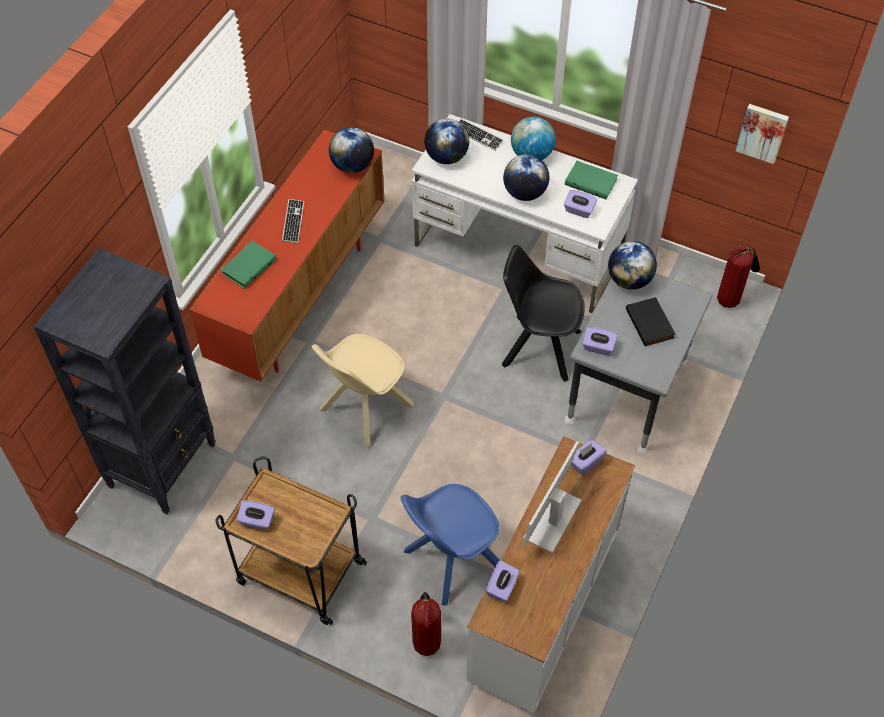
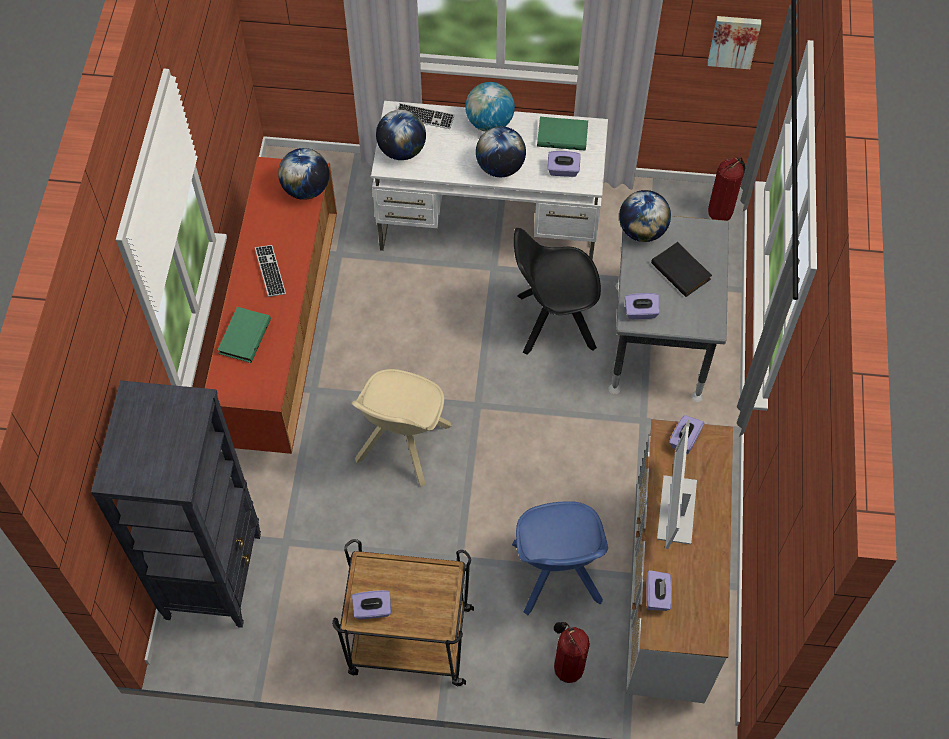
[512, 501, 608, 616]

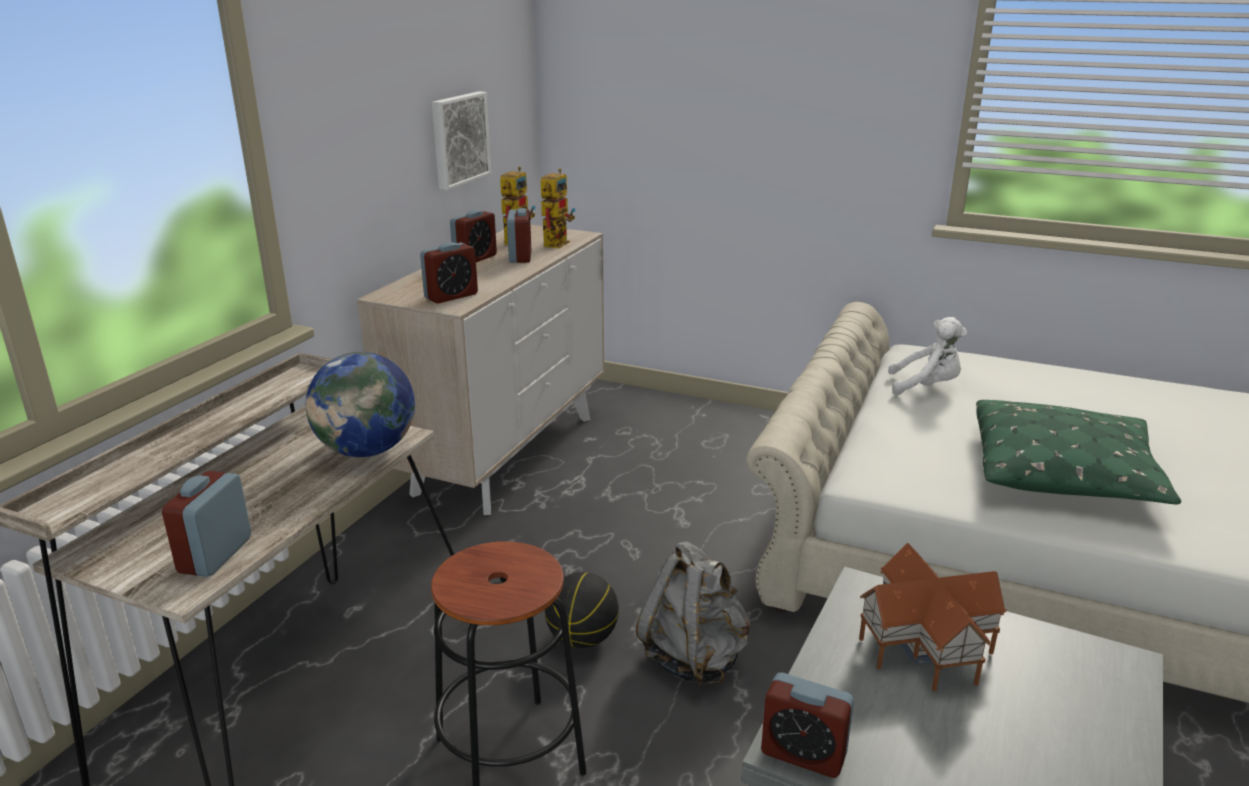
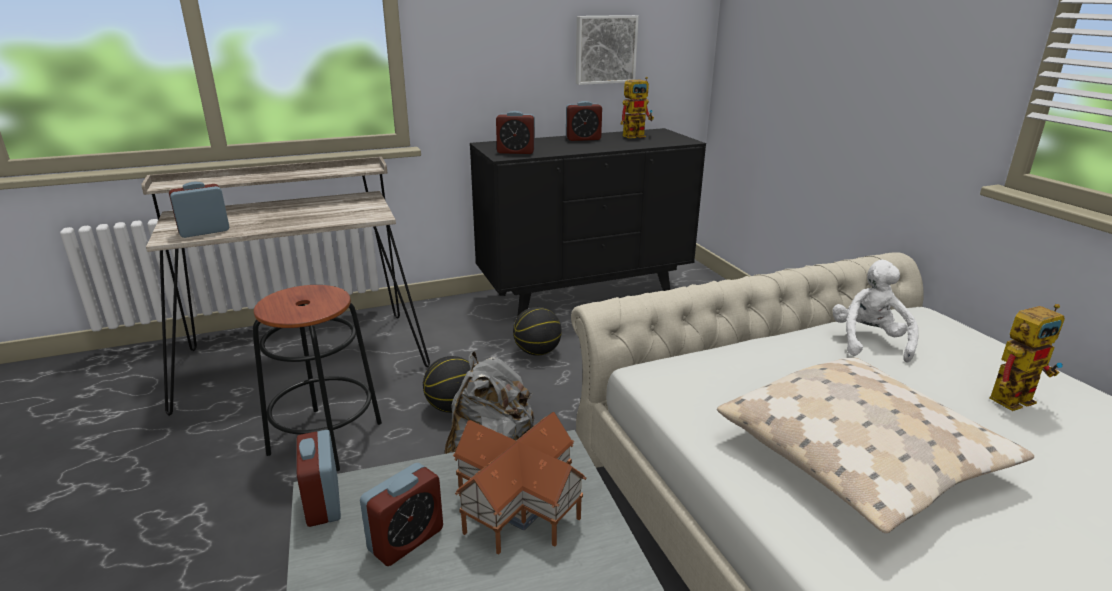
[306, 352, 415, 457] (first image)
[470, 128, 706, 317]
[360, 463, 443, 566]
[990, 304, 1065, 411]
[832, 260, 919, 363]
[717, 358, 1034, 533]
[513, 307, 562, 356]

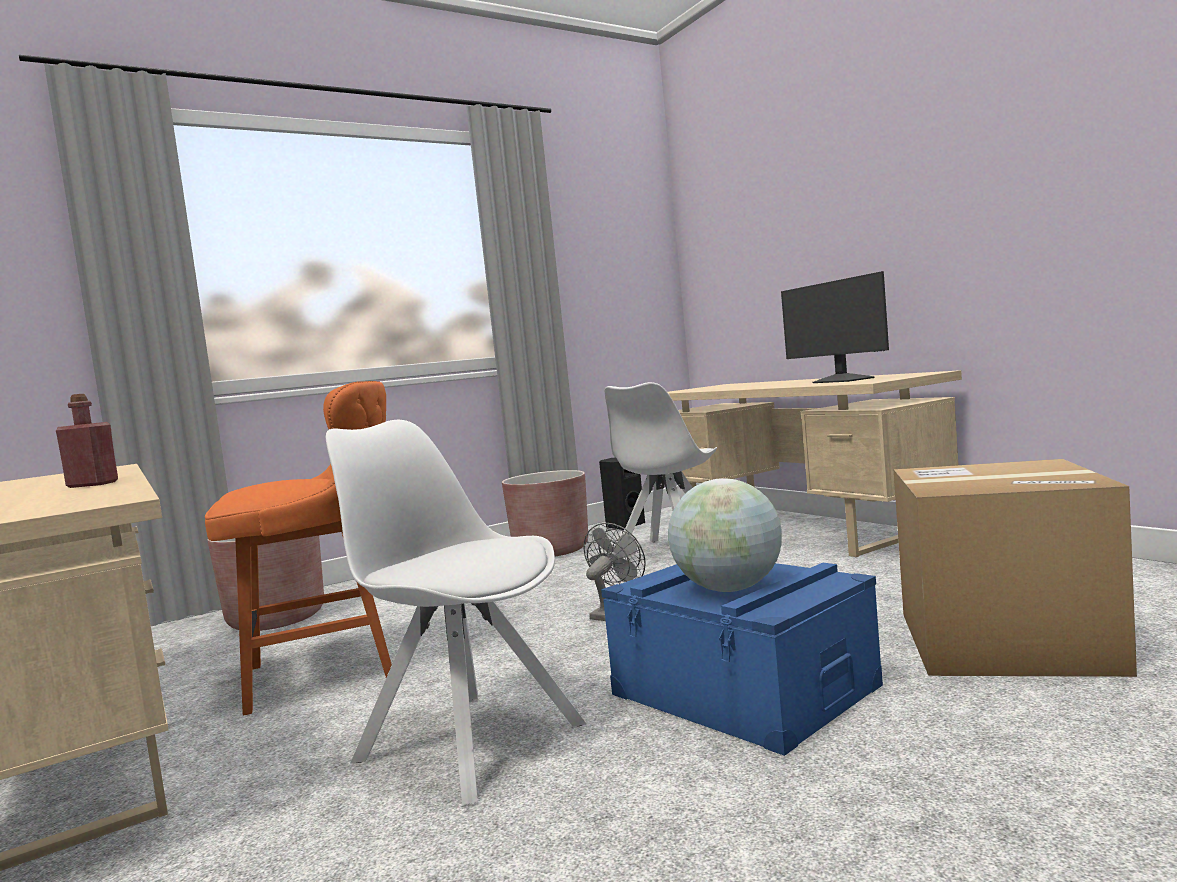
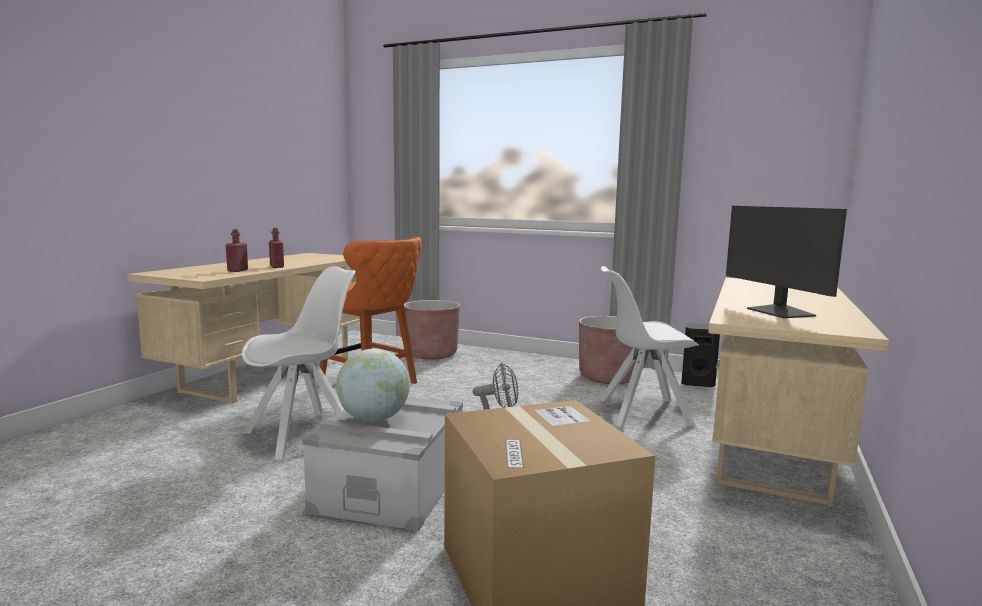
[242, 266, 356, 460]
[303, 397, 463, 531]
[726, 206, 847, 318]
[226, 229, 248, 272]

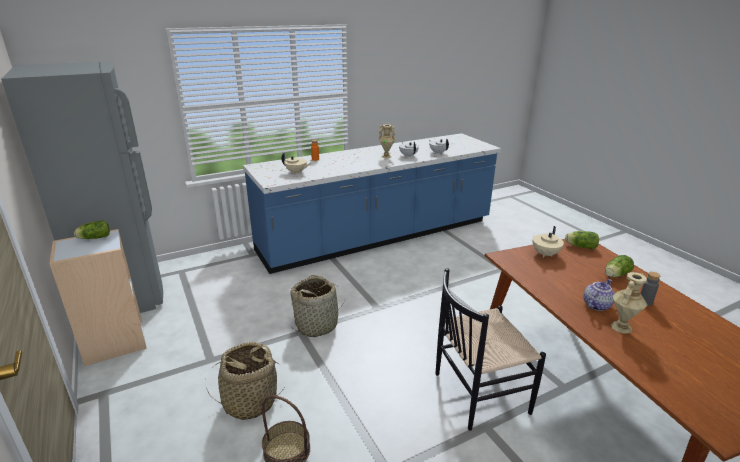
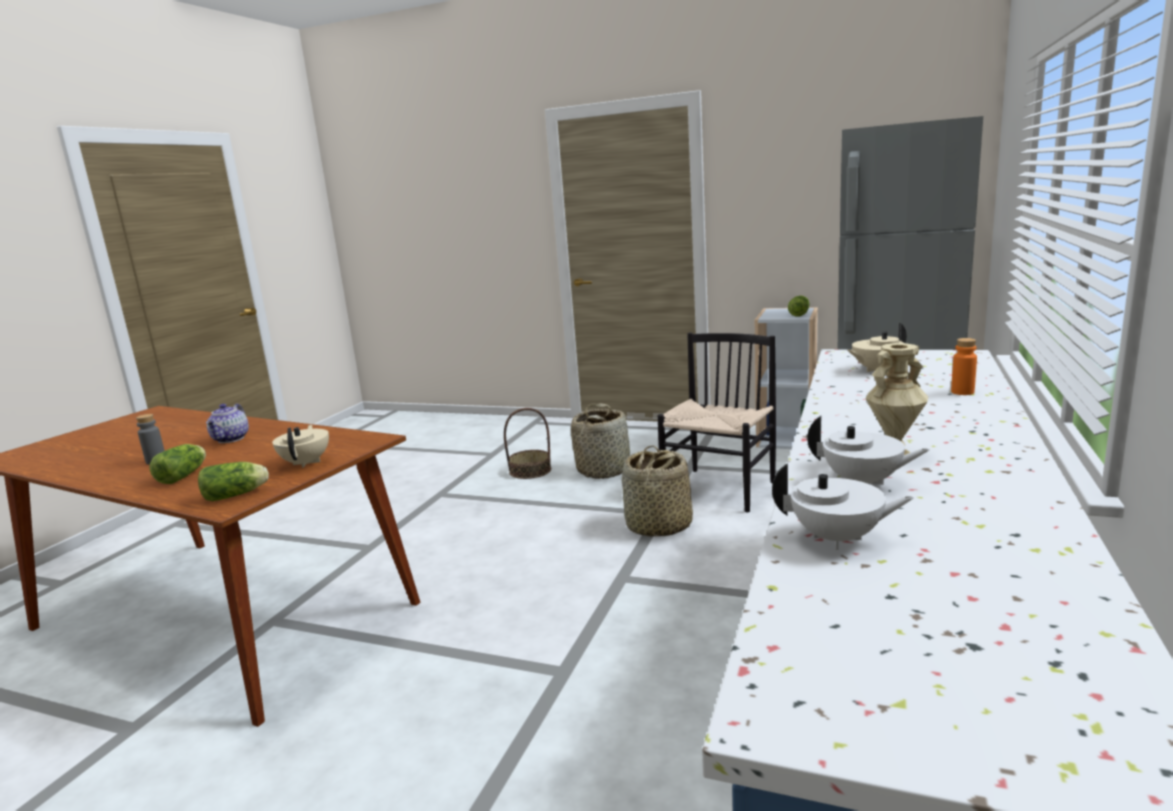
[658, 332, 776, 513]
[611, 272, 648, 334] (first image)

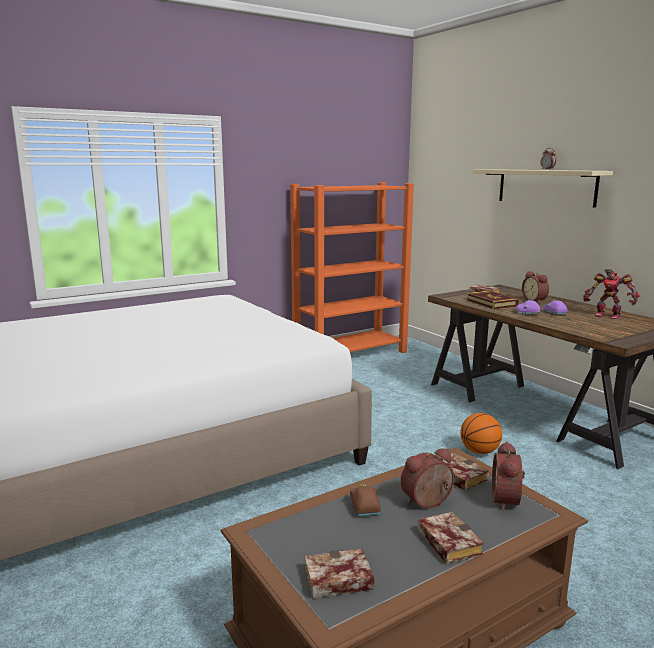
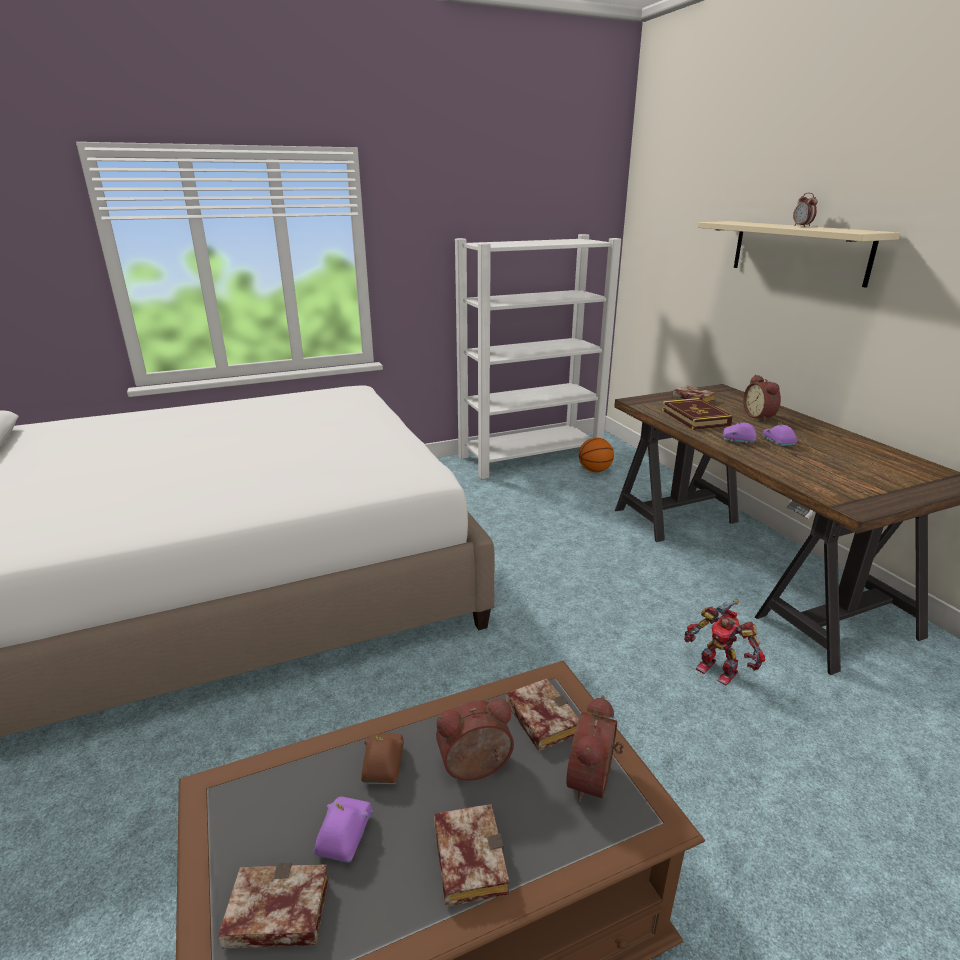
[455, 234, 621, 479]
[579, 438, 614, 472]
[684, 600, 765, 685]
[314, 797, 372, 863]

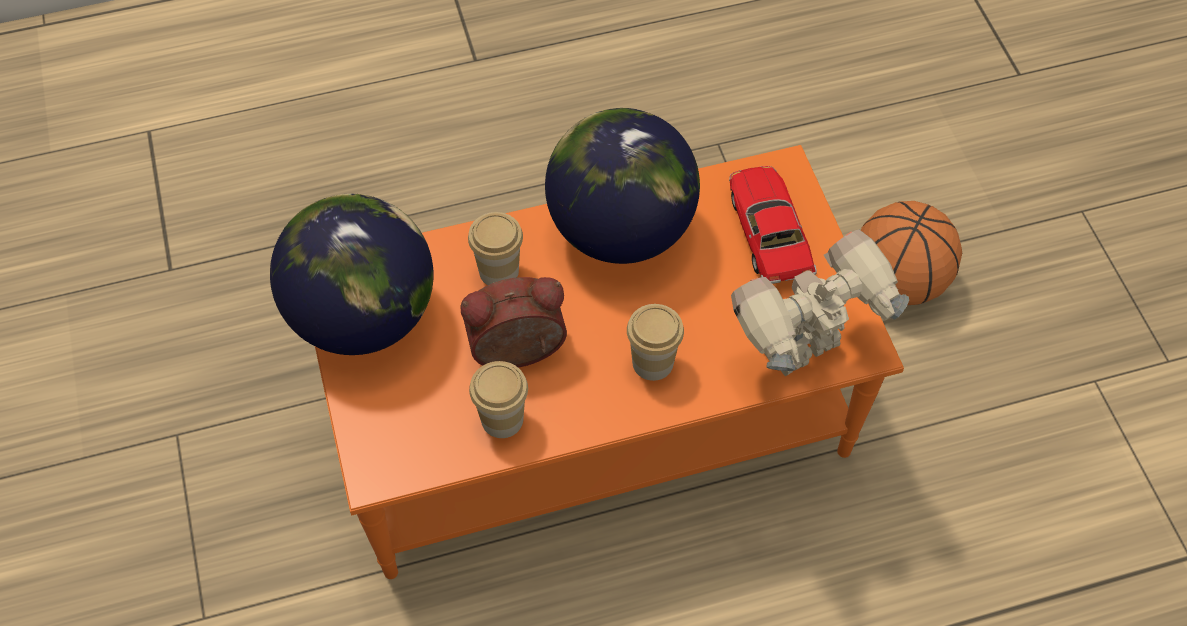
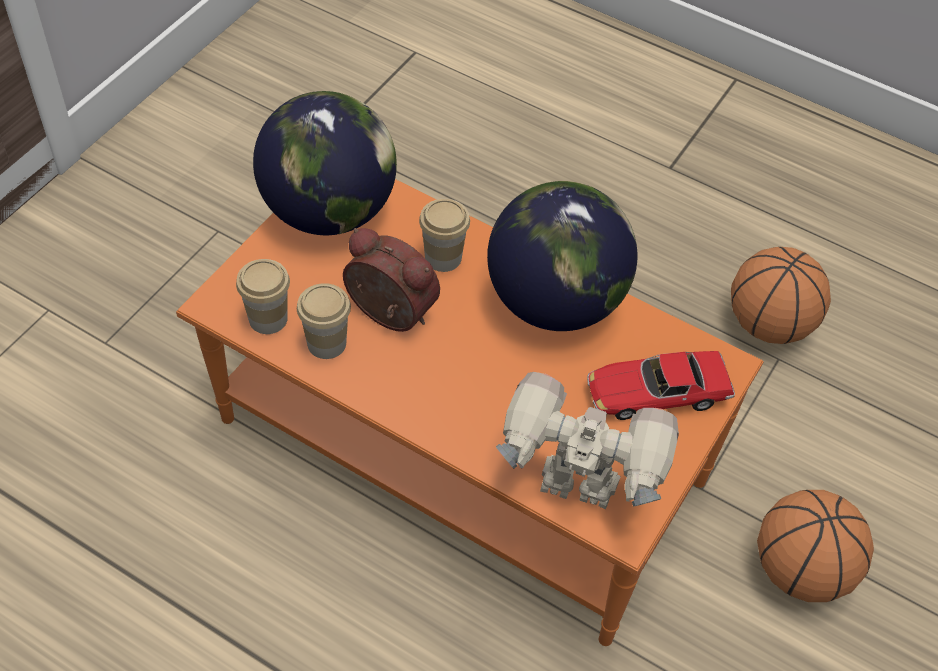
[236, 259, 290, 334]
[587, 351, 735, 420]
[731, 247, 831, 344]

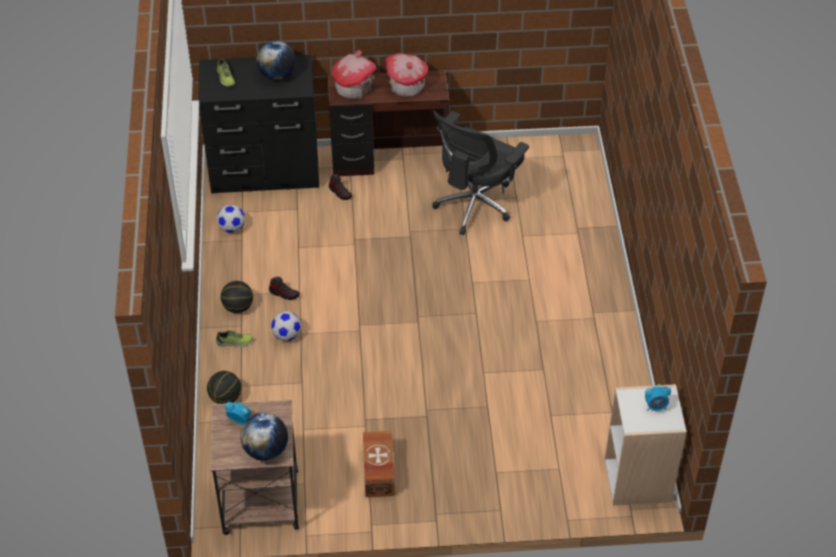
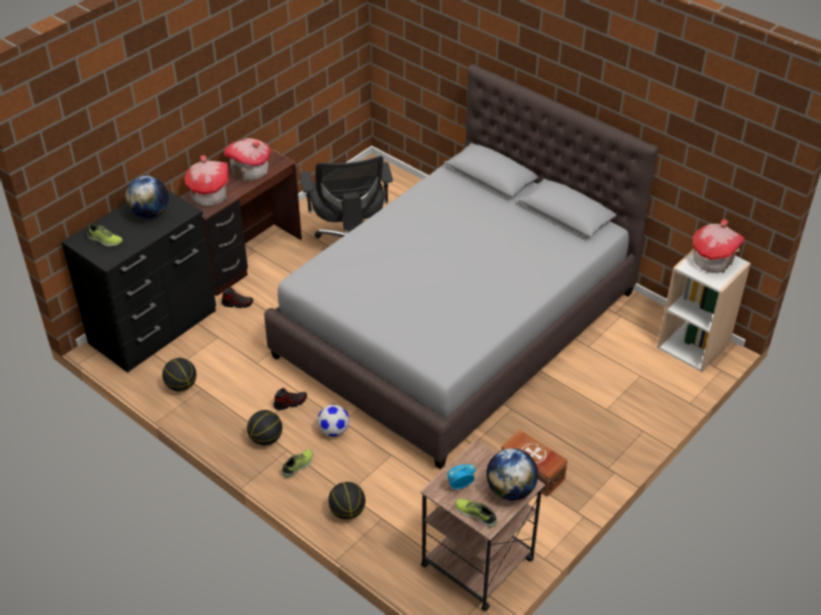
[162, 358, 197, 392]
[693, 219, 745, 273]
[264, 64, 658, 469]
[455, 499, 498, 528]

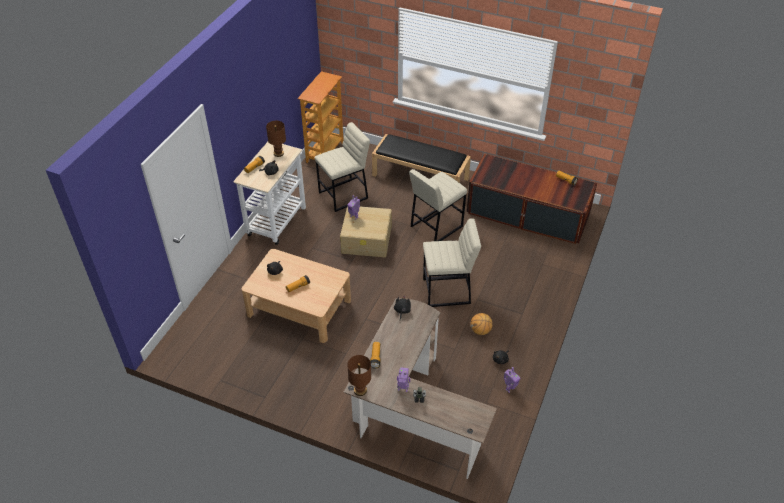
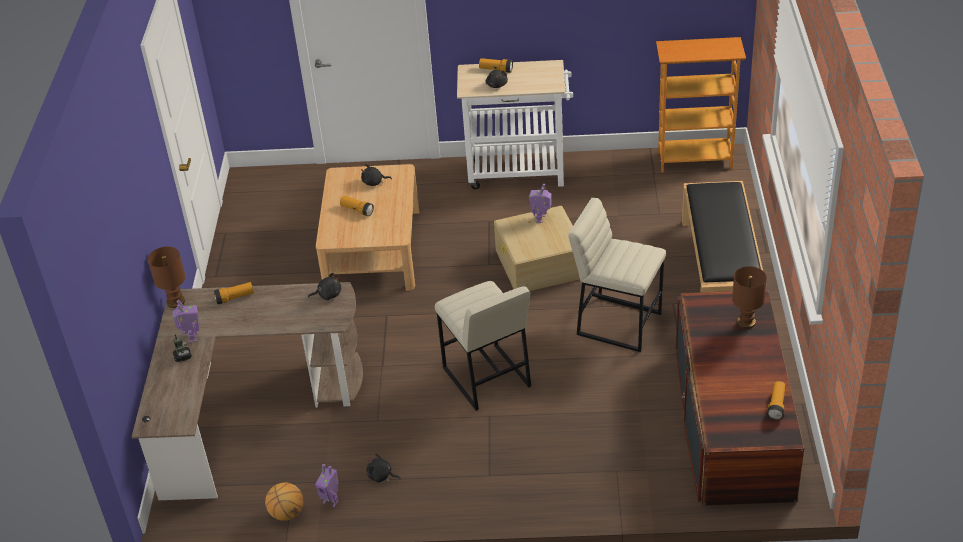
[732, 266, 767, 329]
[315, 122, 370, 212] (first image)
[265, 482, 303, 521]

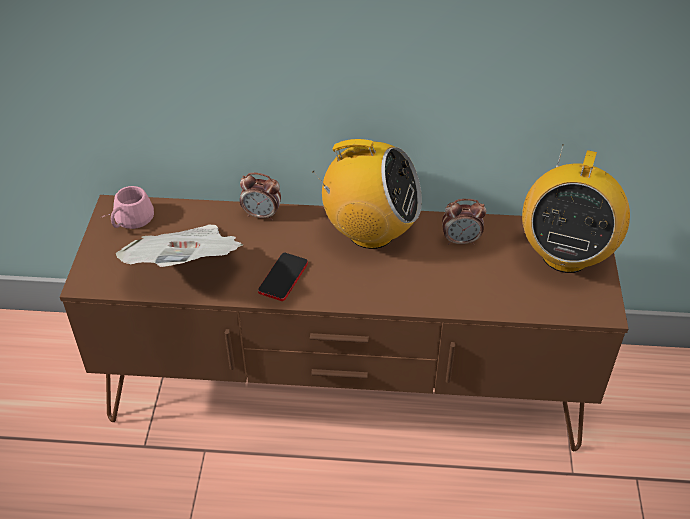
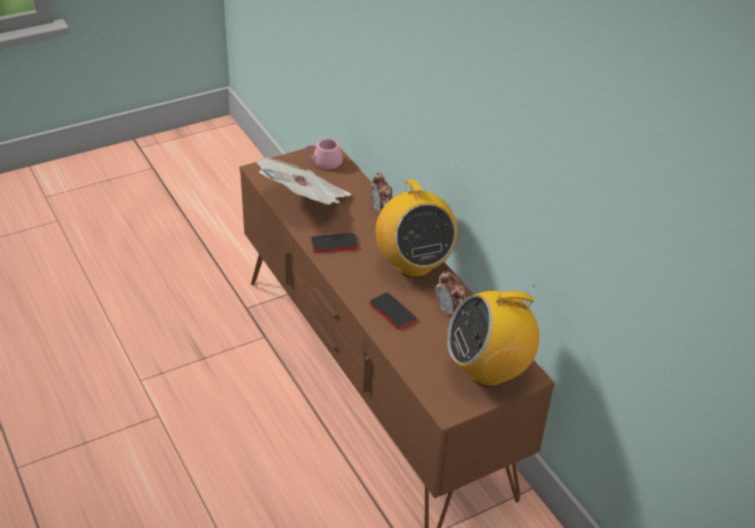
[370, 292, 416, 330]

